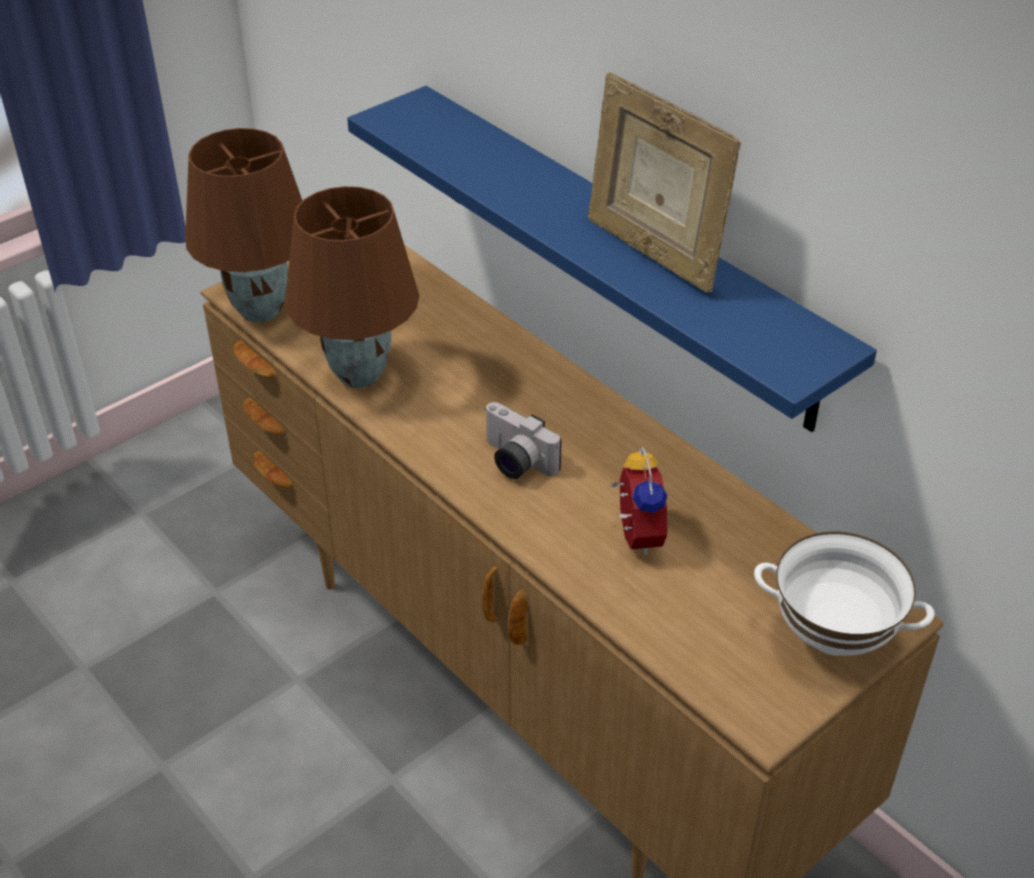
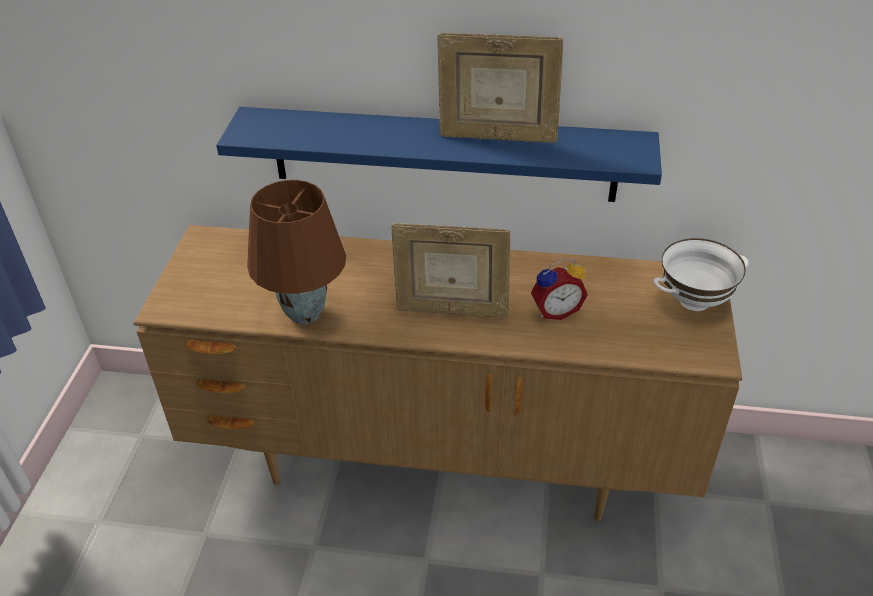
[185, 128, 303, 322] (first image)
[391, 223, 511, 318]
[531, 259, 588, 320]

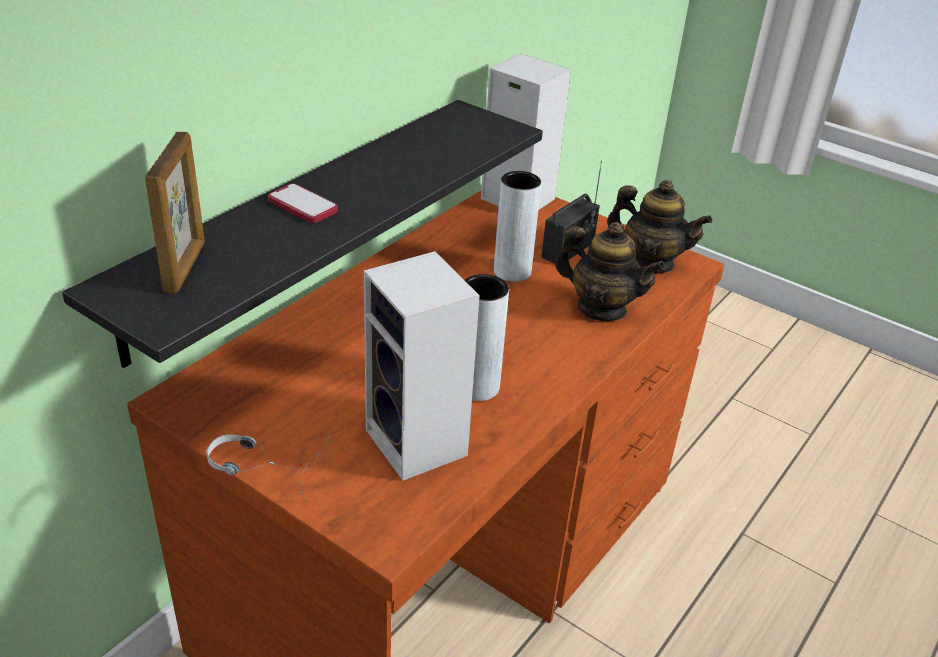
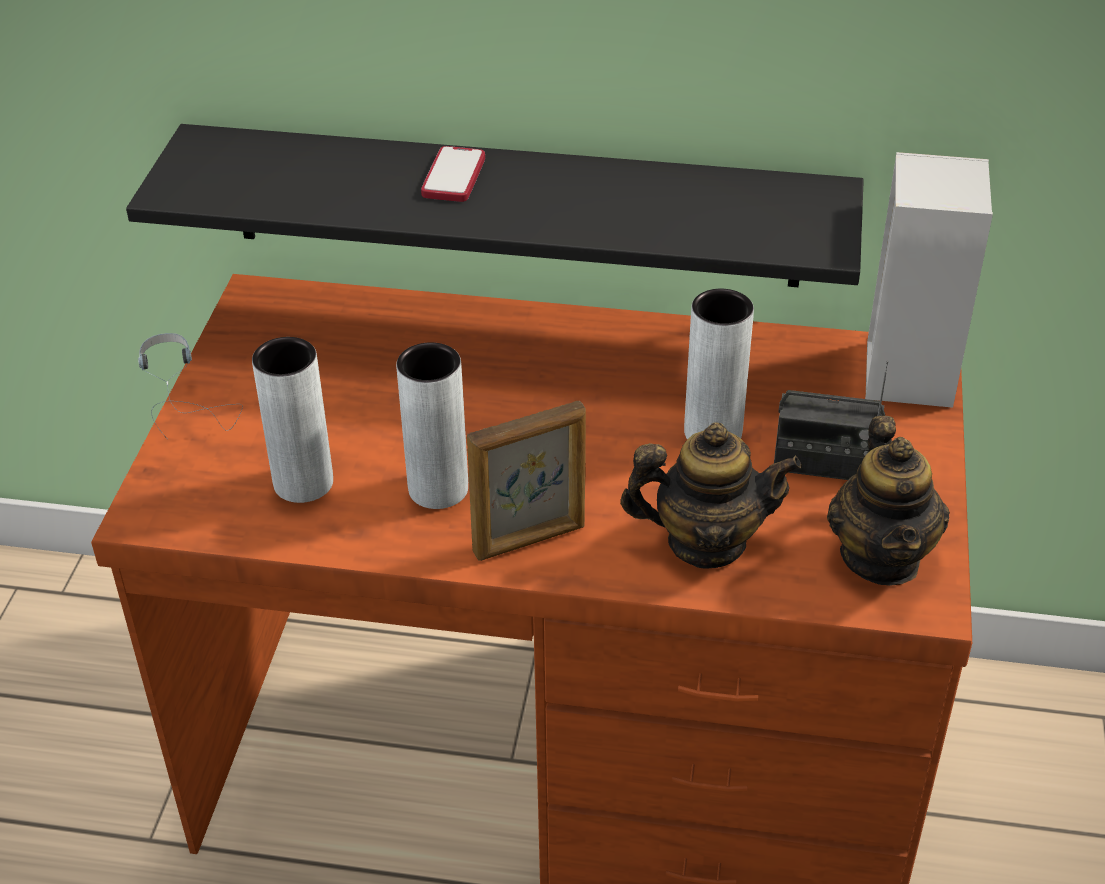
[467, 400, 586, 561]
[252, 337, 333, 503]
[620, 423, 802, 569]

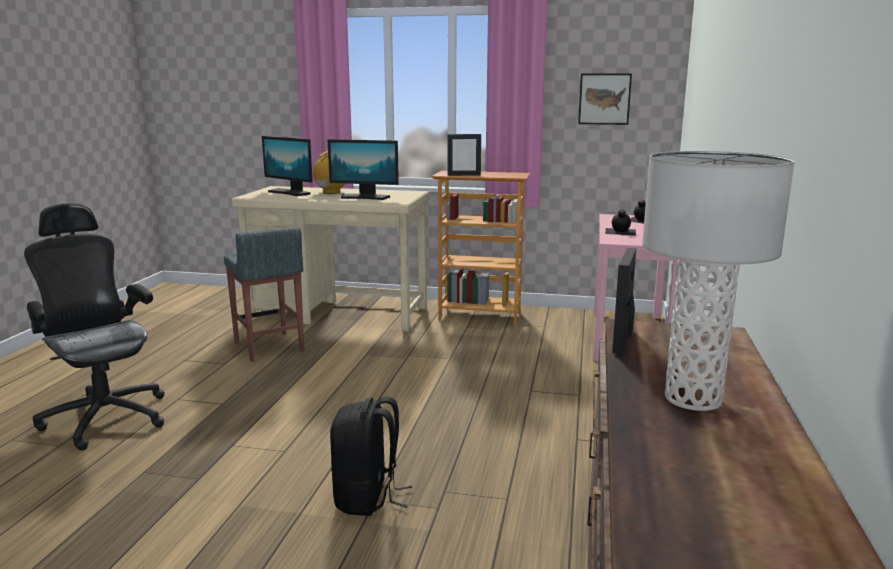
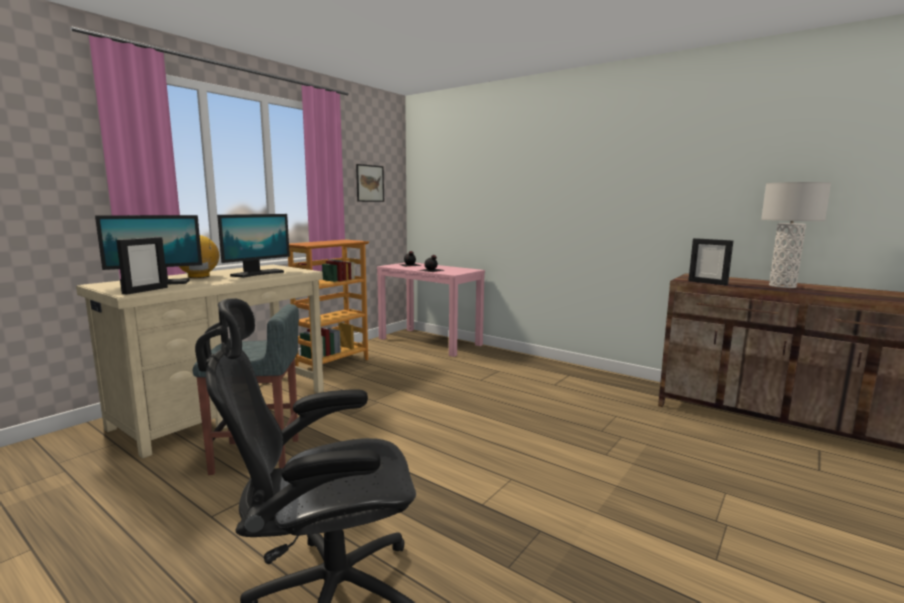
[330, 397, 412, 516] (first image)
[116, 237, 168, 295]

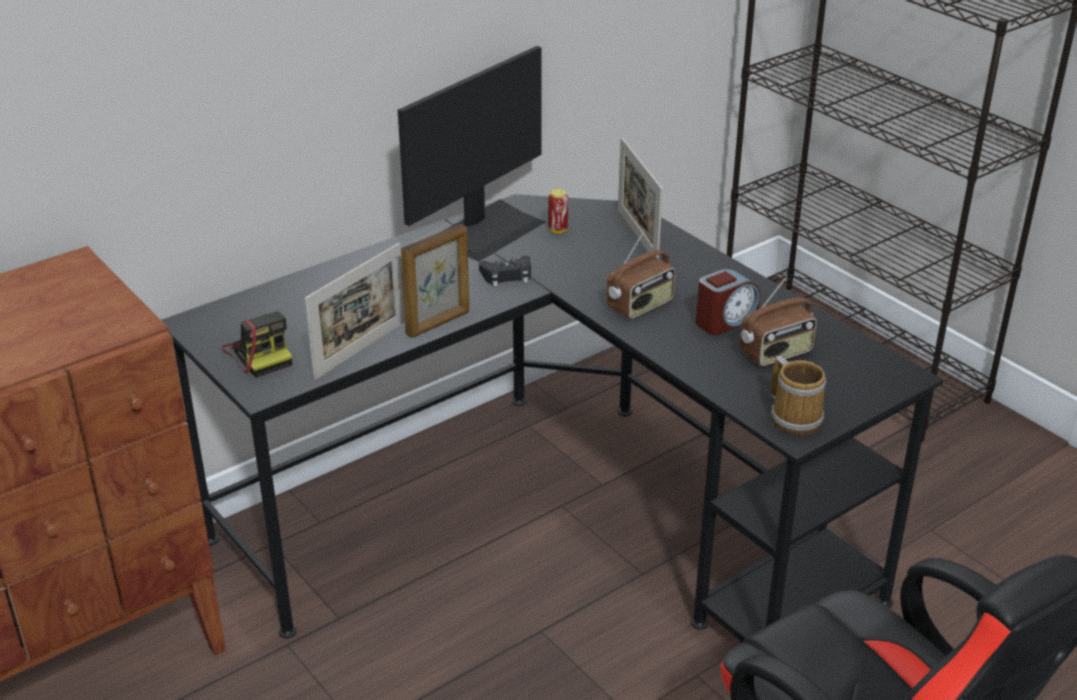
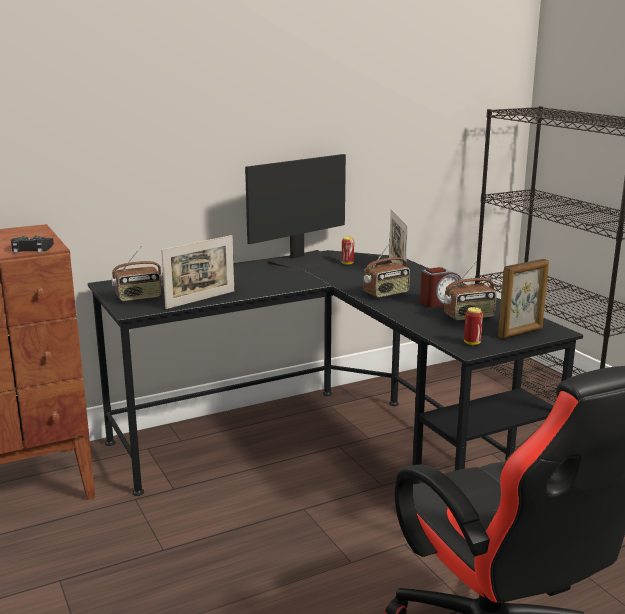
[111, 246, 163, 301]
[498, 259, 549, 339]
[11, 235, 54, 253]
[464, 307, 483, 345]

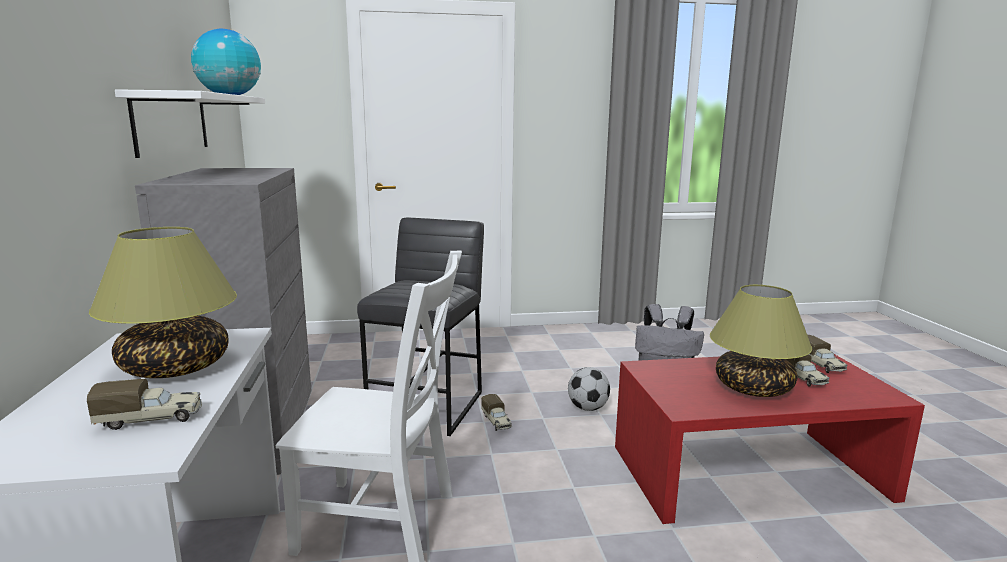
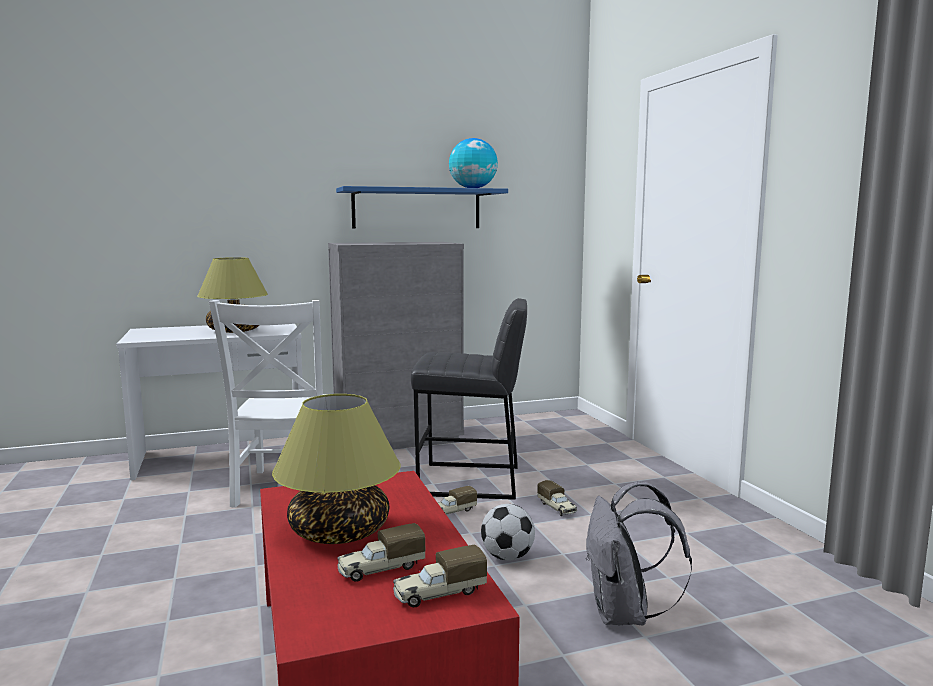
[537, 480, 577, 516]
[336, 186, 508, 229]

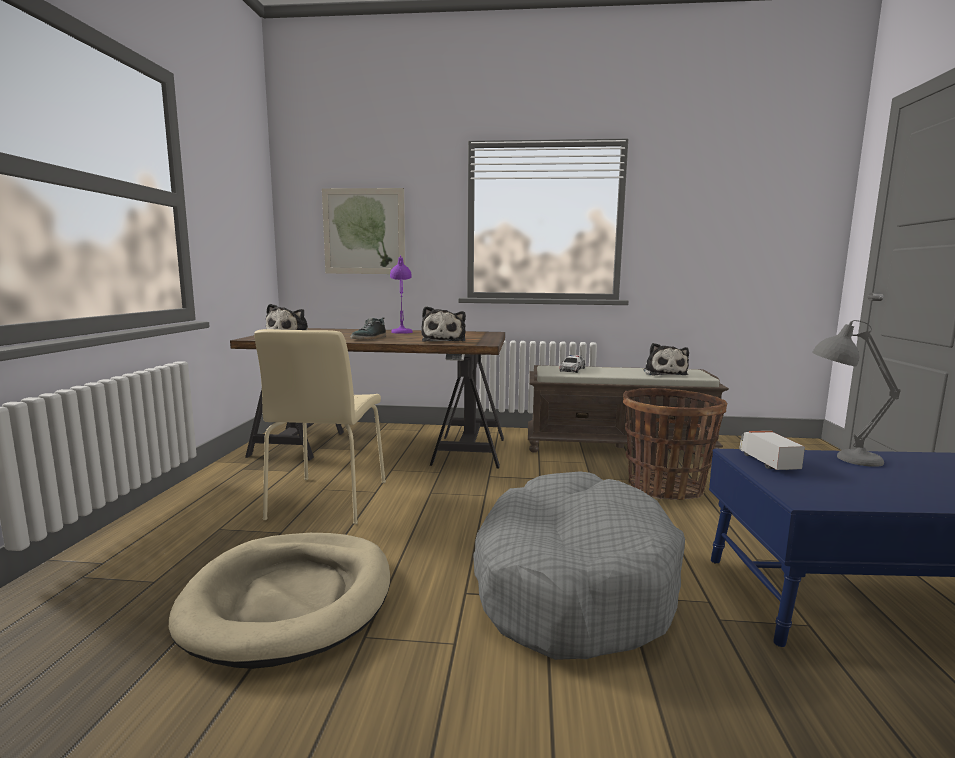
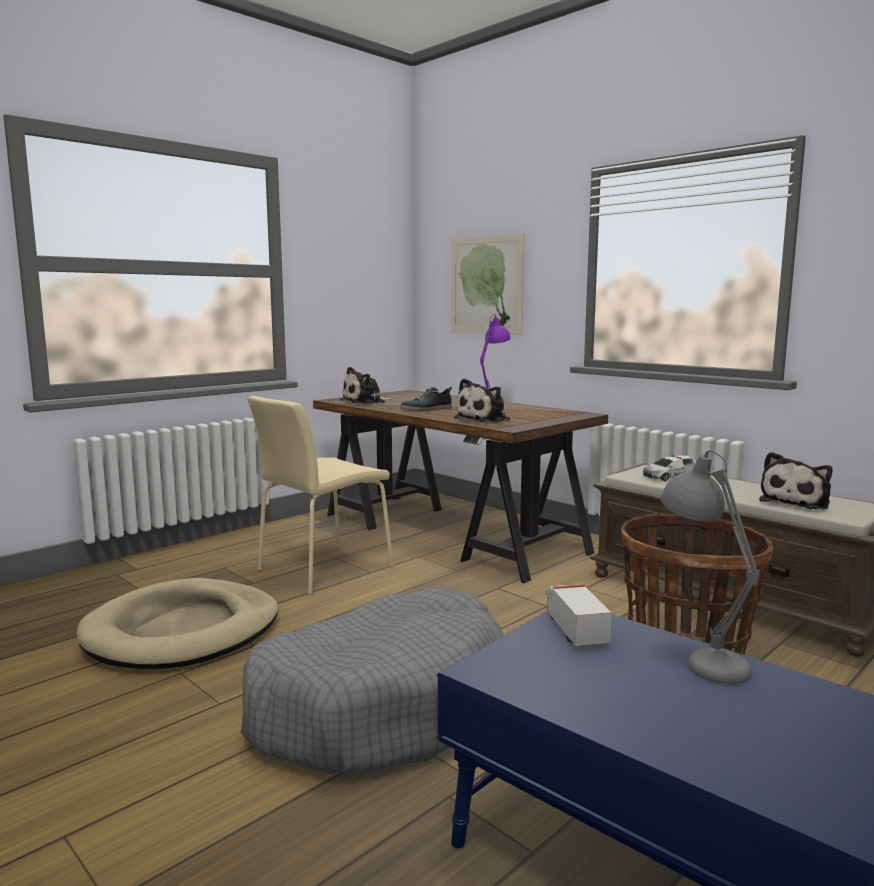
[546, 584, 612, 646]

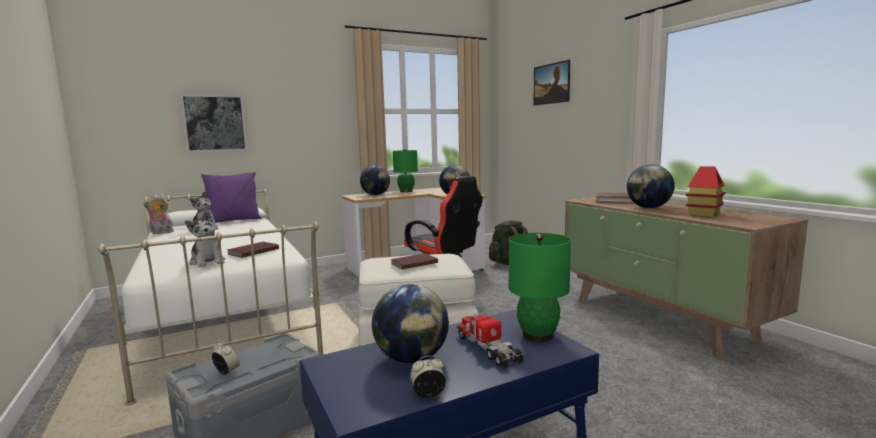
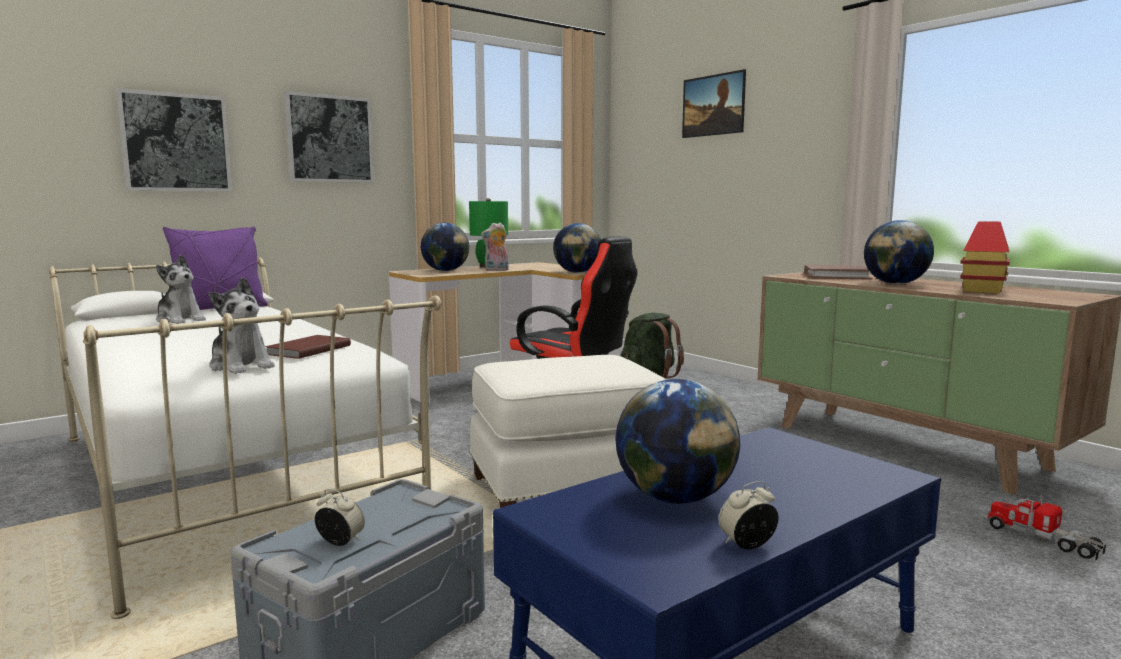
[481, 222, 509, 271]
[390, 253, 438, 269] (first image)
[986, 494, 1107, 561]
[509, 233, 571, 342] (first image)
[284, 91, 374, 183]

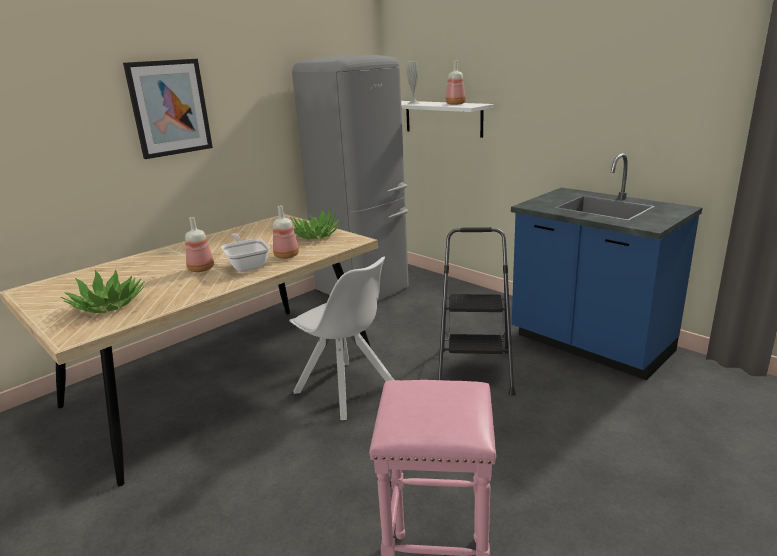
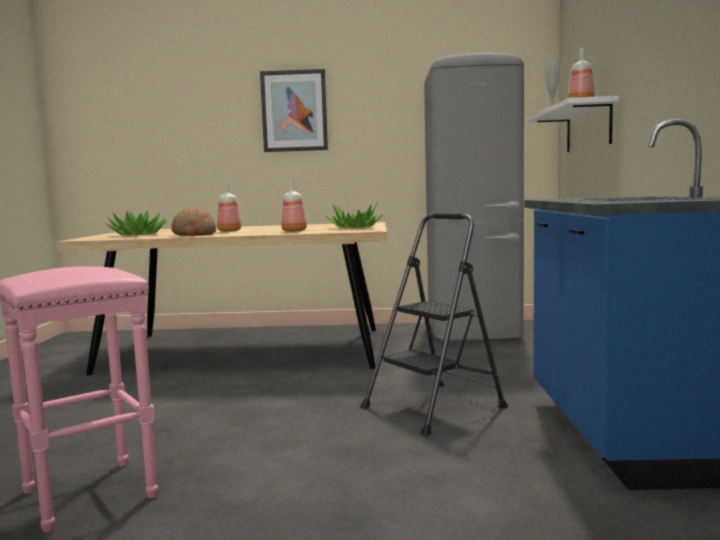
[221, 233, 270, 272] (first image)
[289, 257, 394, 420] (first image)
[171, 209, 216, 236]

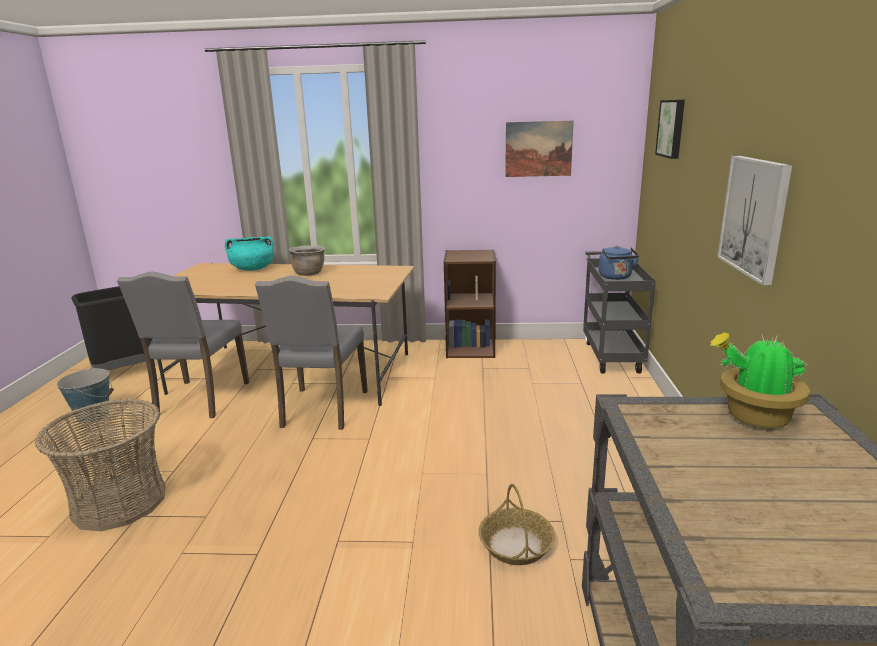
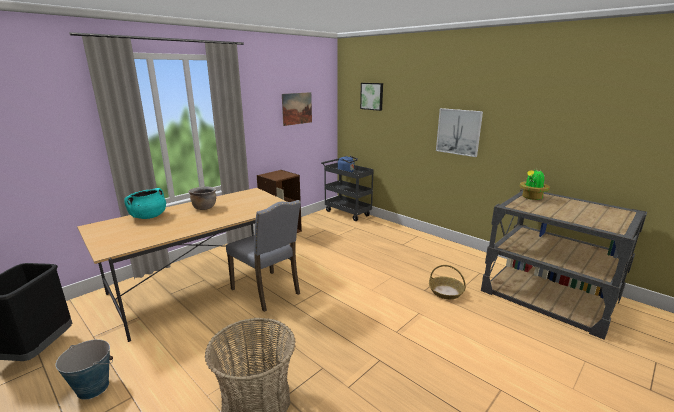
[117, 272, 249, 418] (first image)

